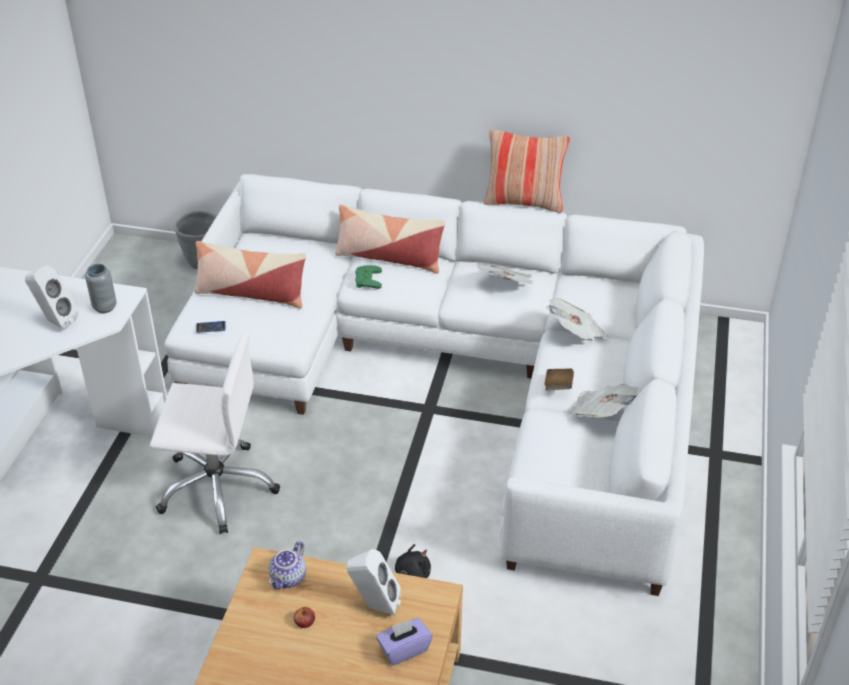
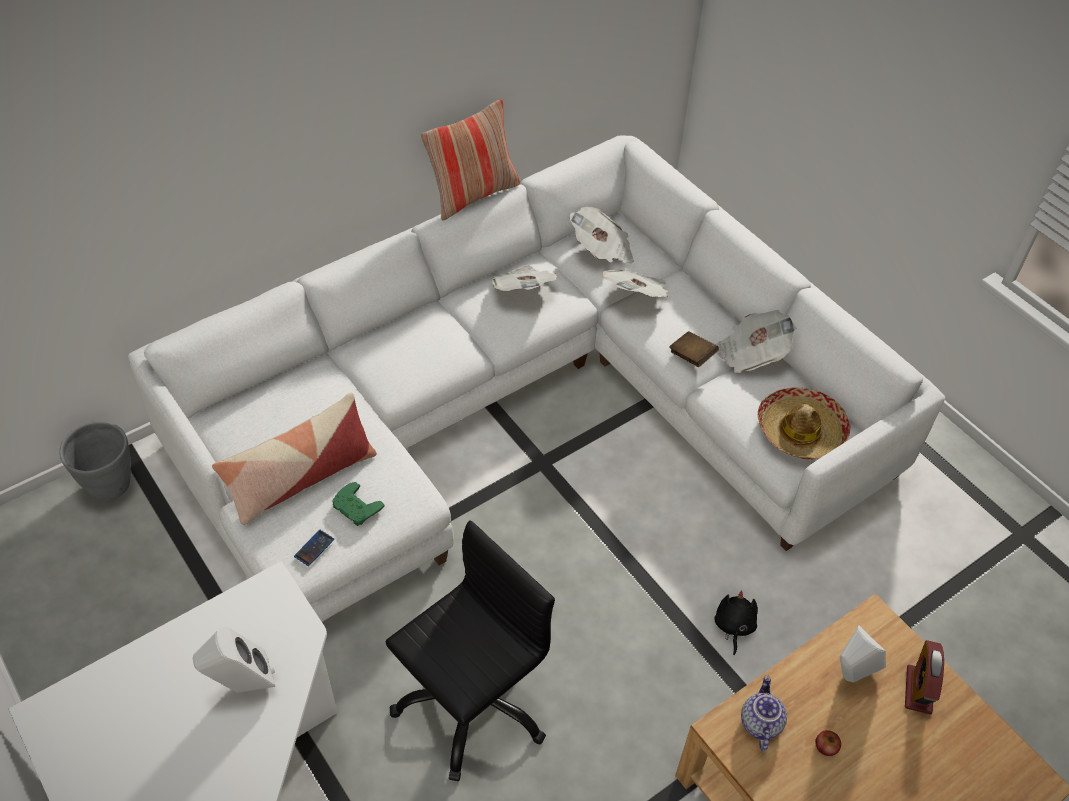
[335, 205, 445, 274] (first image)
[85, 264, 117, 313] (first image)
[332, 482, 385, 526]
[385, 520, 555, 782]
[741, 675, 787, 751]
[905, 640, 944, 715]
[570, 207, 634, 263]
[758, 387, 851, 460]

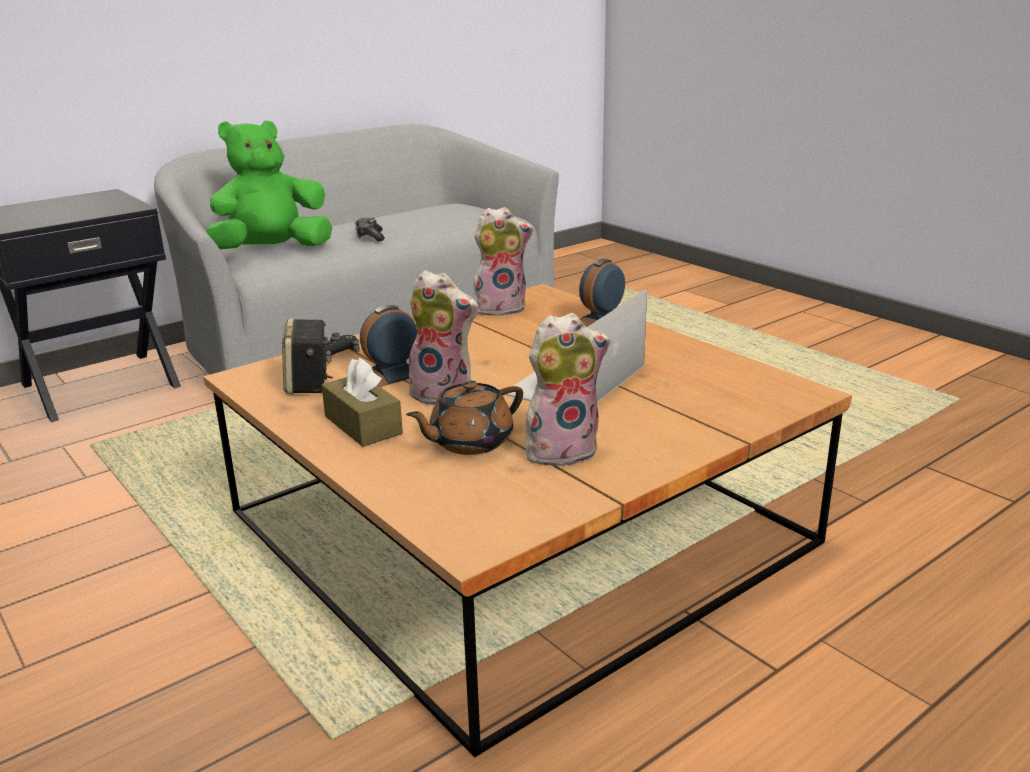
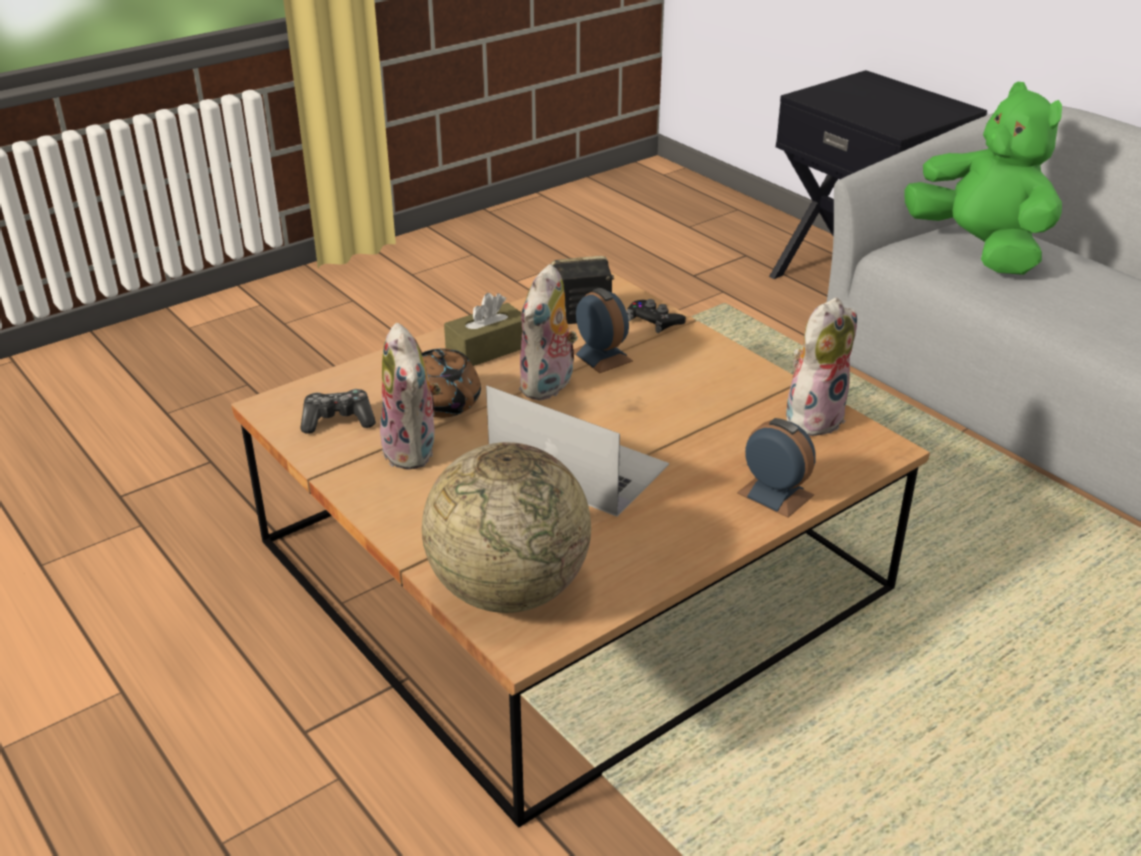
[786, 298, 857, 436]
[300, 389, 376, 434]
[422, 442, 591, 613]

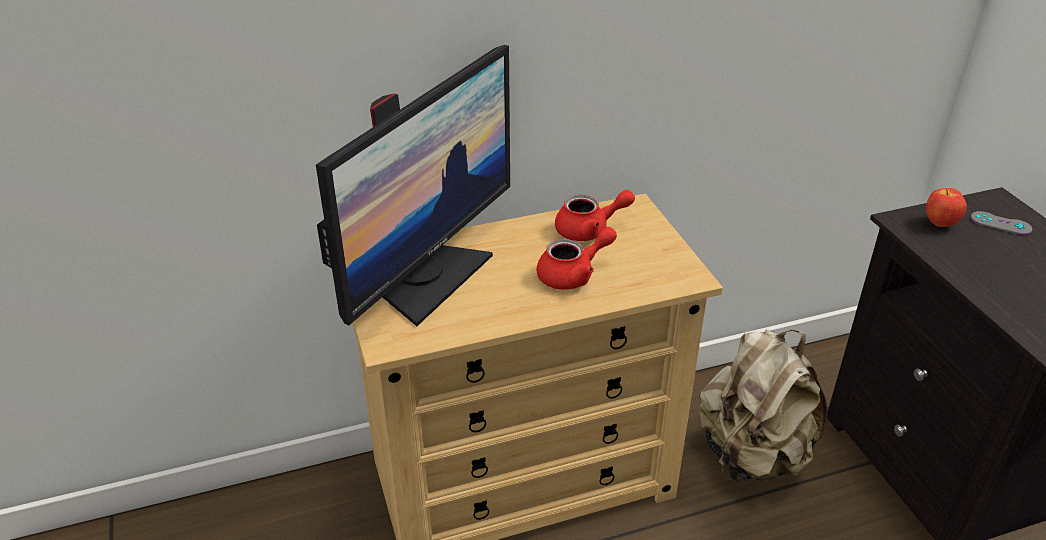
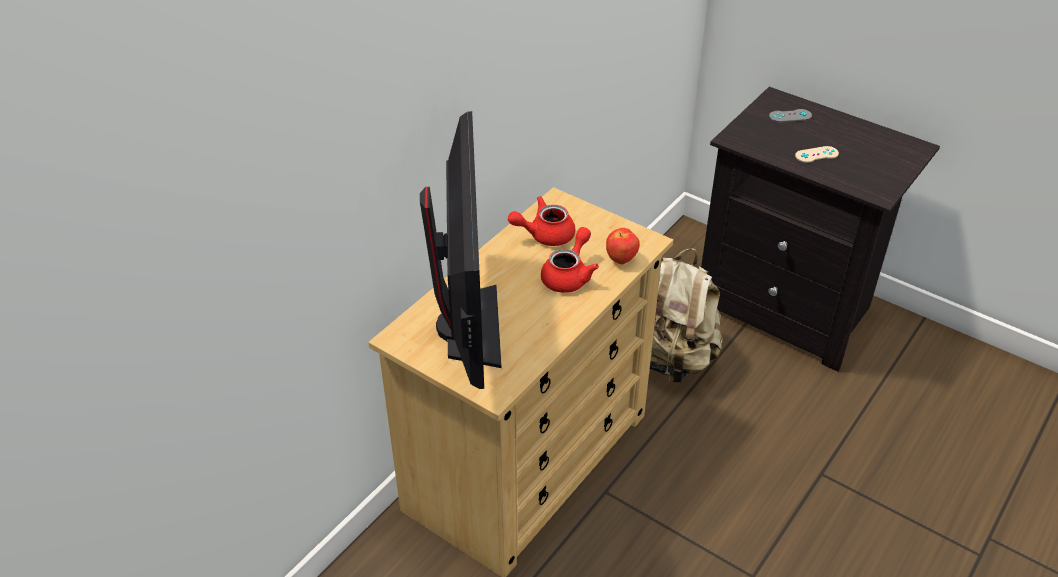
[606, 228, 640, 264]
[508, 196, 575, 246]
[795, 146, 839, 163]

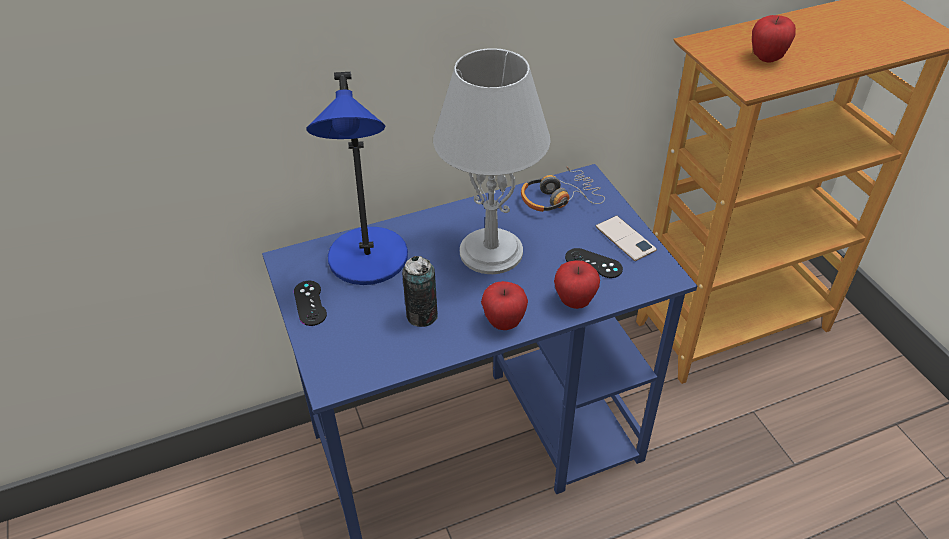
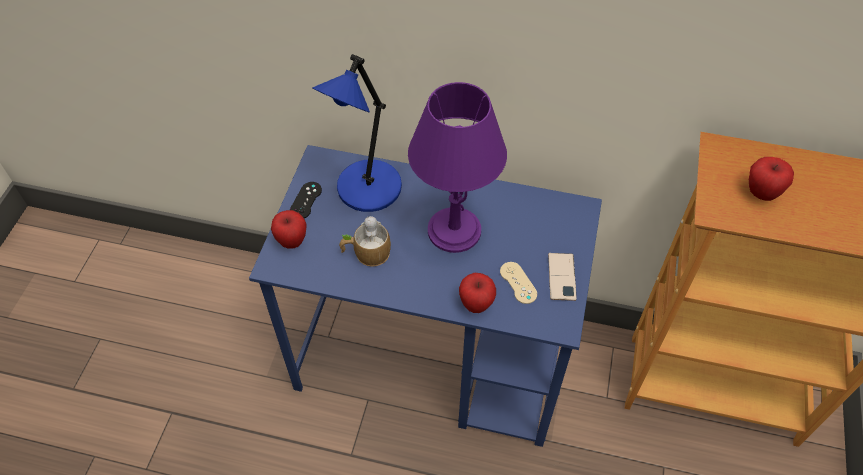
[408, 82, 507, 253]
[521, 166, 605, 212] (first image)
[500, 262, 537, 304]
[339, 216, 391, 266]
[271, 210, 307, 249]

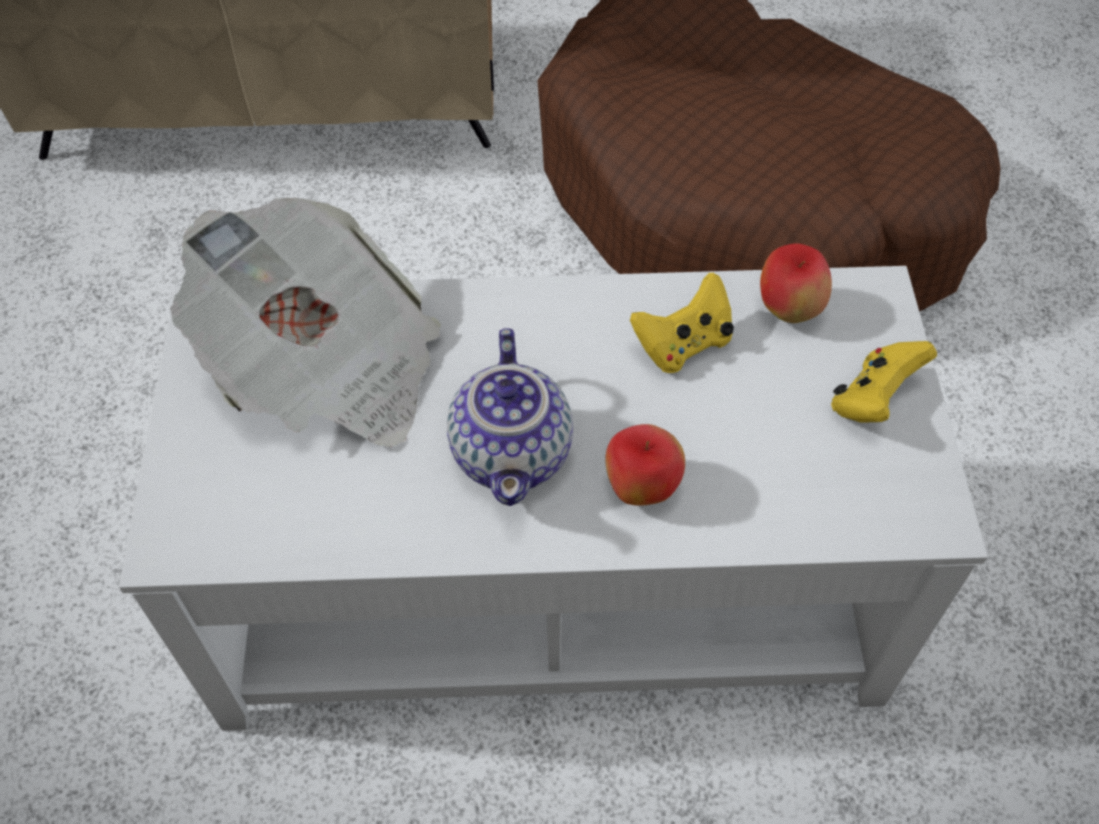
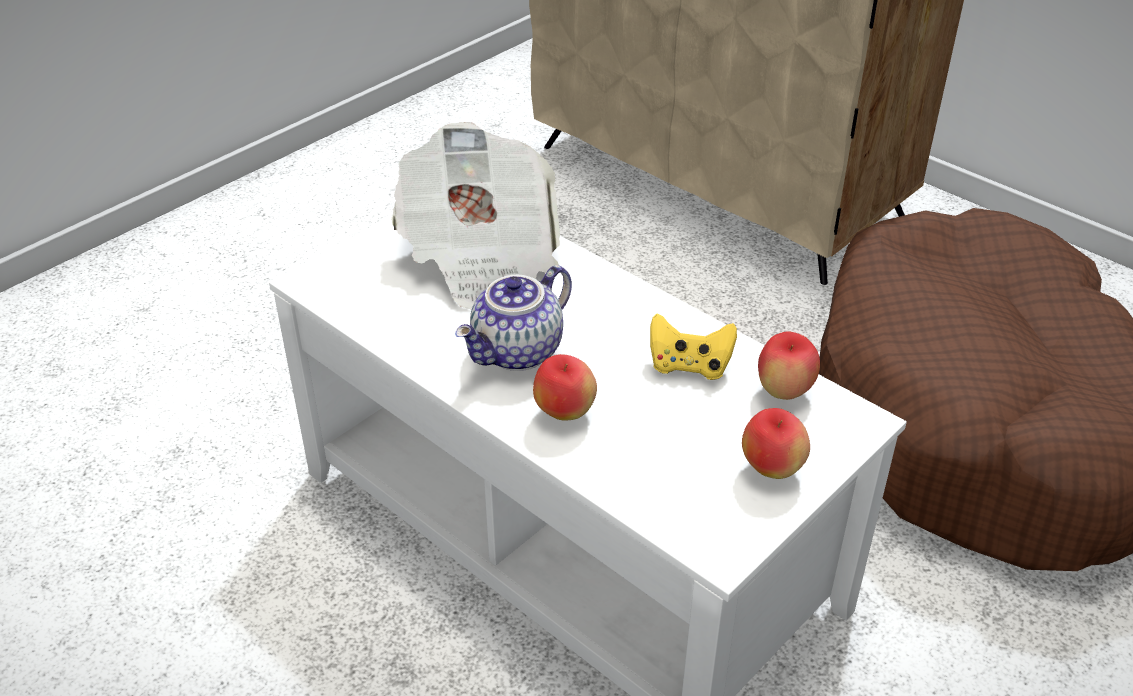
[742, 408, 810, 479]

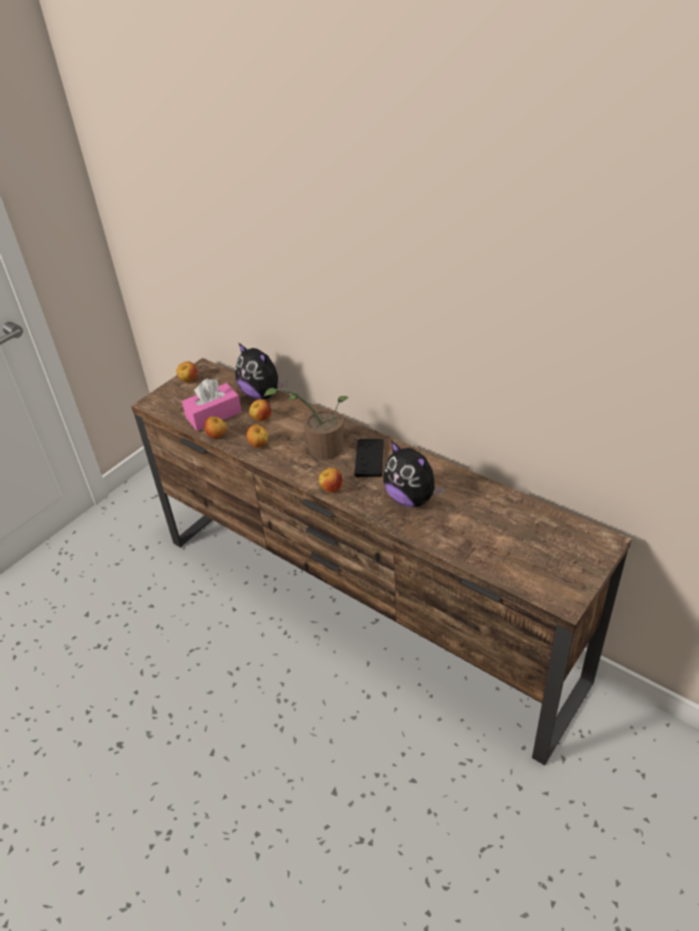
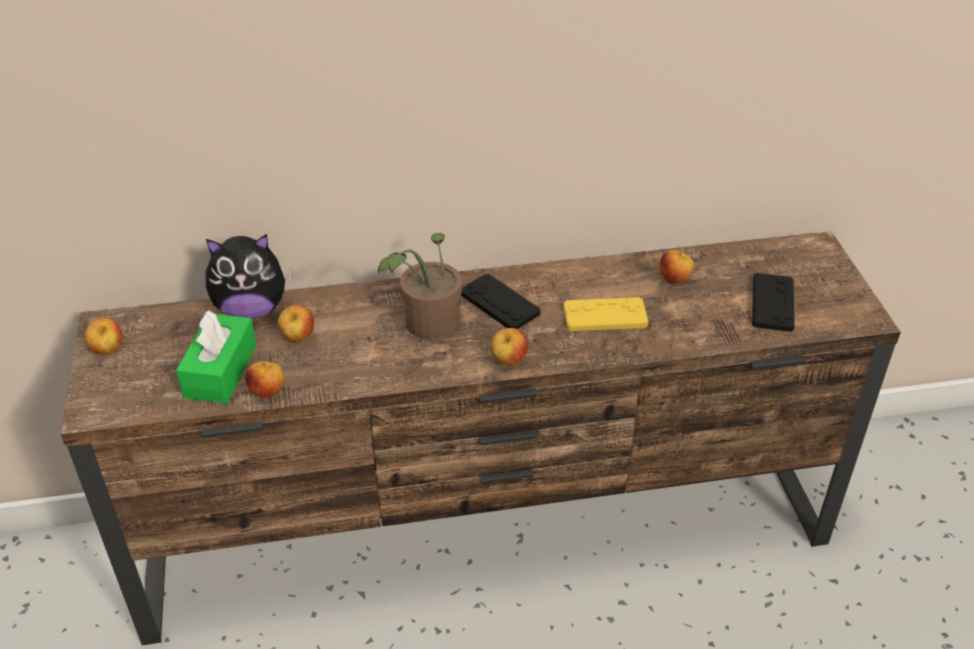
[176, 310, 257, 403]
[660, 250, 694, 284]
[563, 297, 648, 331]
[752, 273, 795, 332]

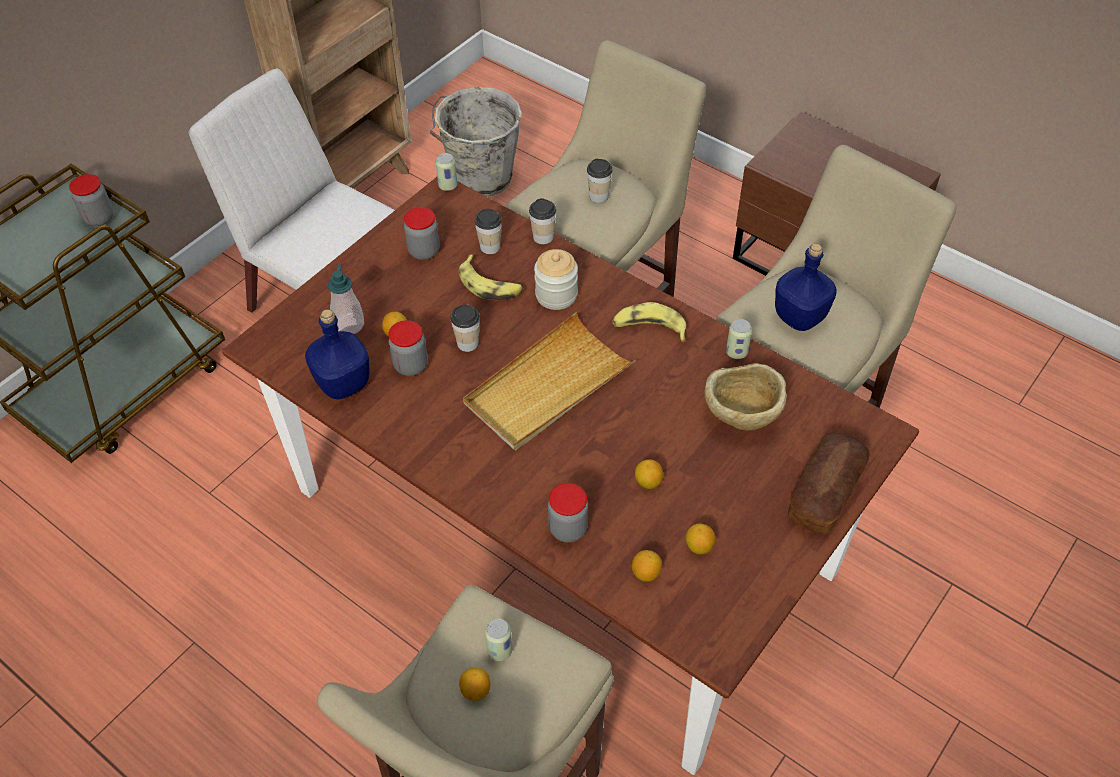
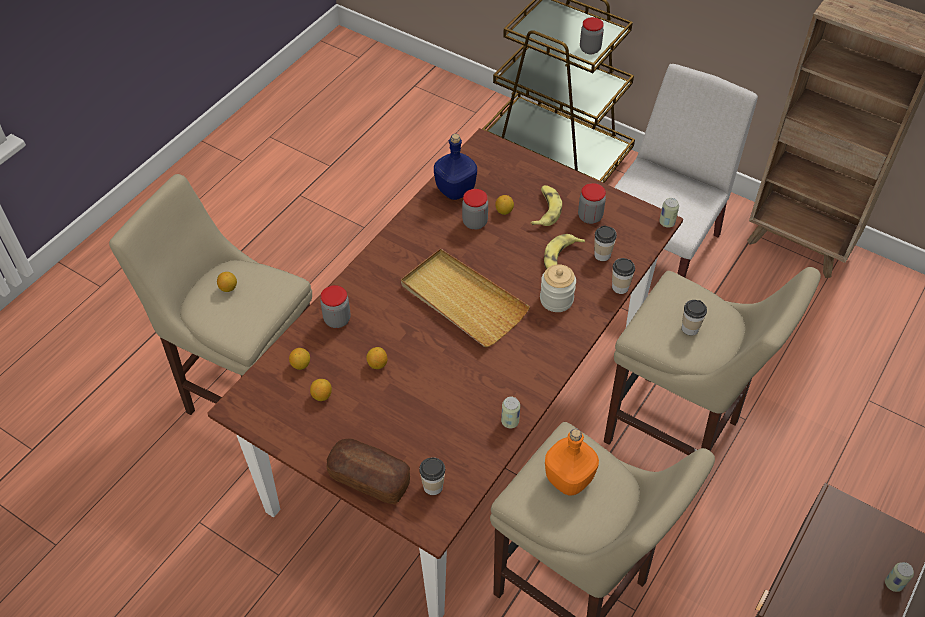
[430, 87, 522, 197] (first image)
[545, 429, 599, 495]
[328, 264, 364, 334] (first image)
[530, 185, 562, 226]
[419, 457, 445, 495]
[704, 363, 787, 430] (first image)
[885, 562, 914, 592]

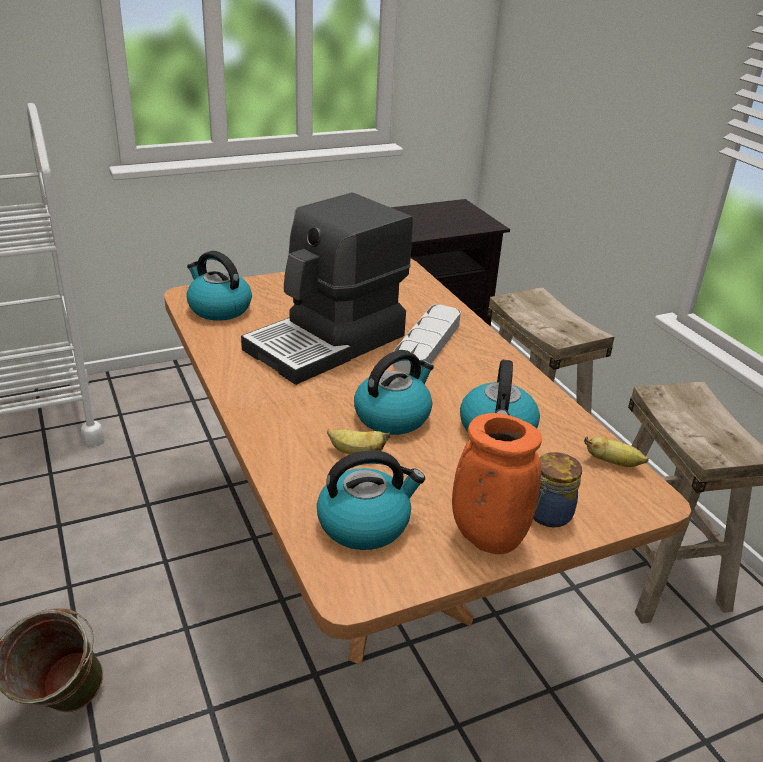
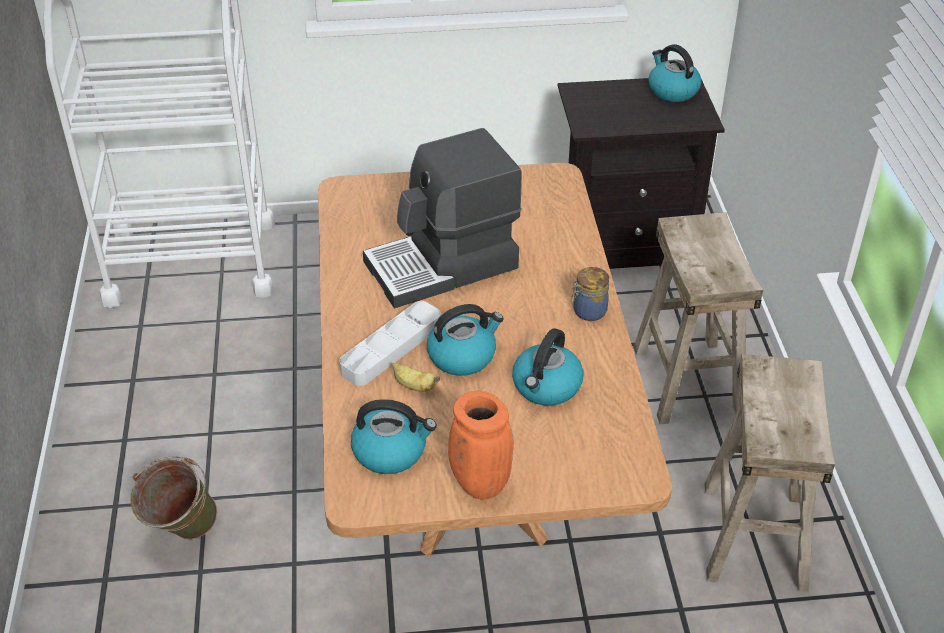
[649, 44, 701, 102]
[339, 301, 441, 386]
[584, 436, 649, 467] (first image)
[571, 267, 609, 321]

